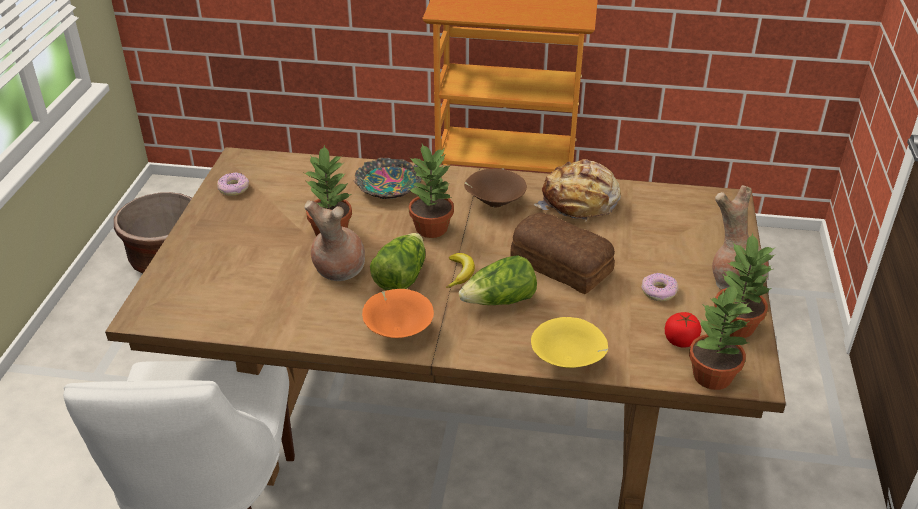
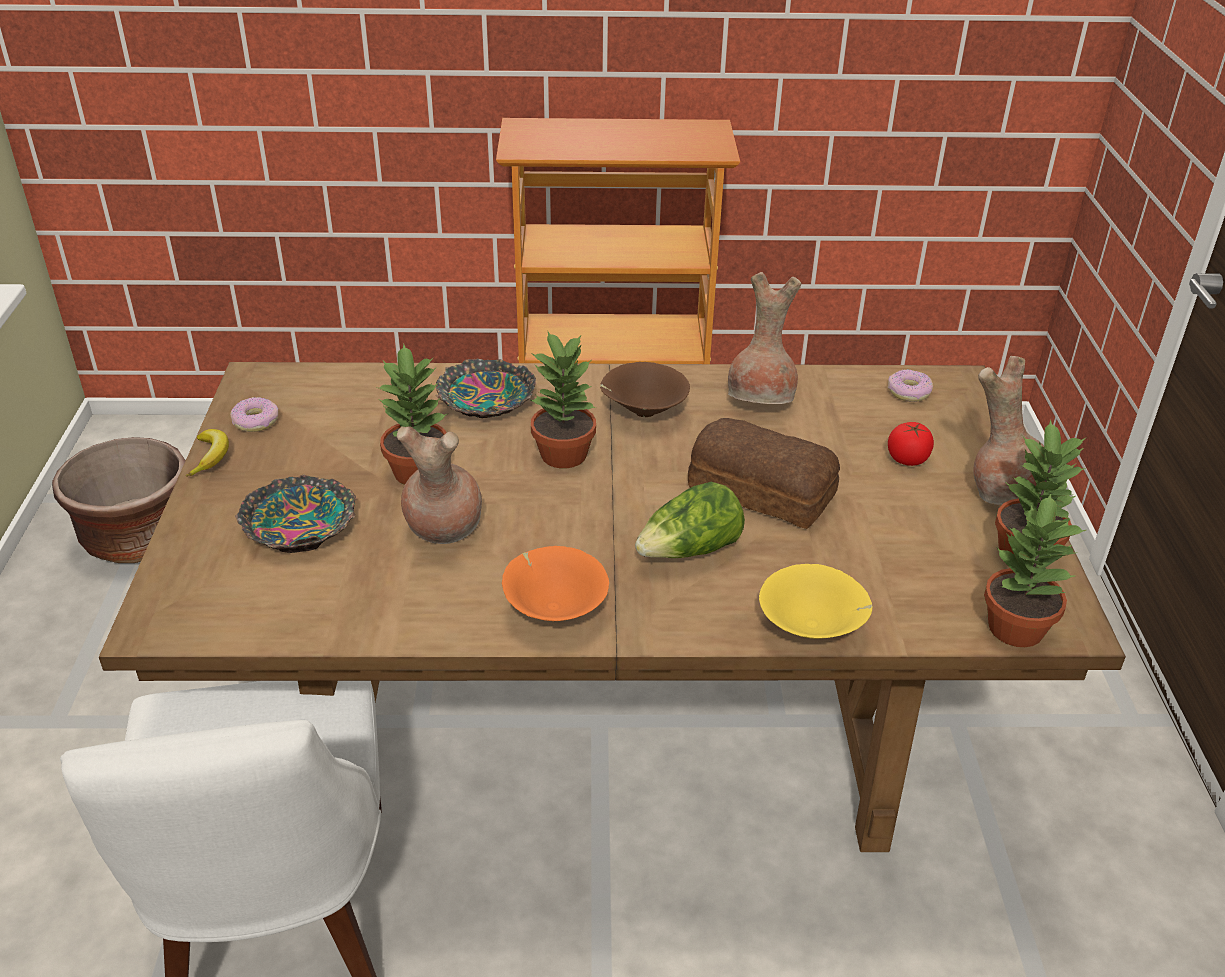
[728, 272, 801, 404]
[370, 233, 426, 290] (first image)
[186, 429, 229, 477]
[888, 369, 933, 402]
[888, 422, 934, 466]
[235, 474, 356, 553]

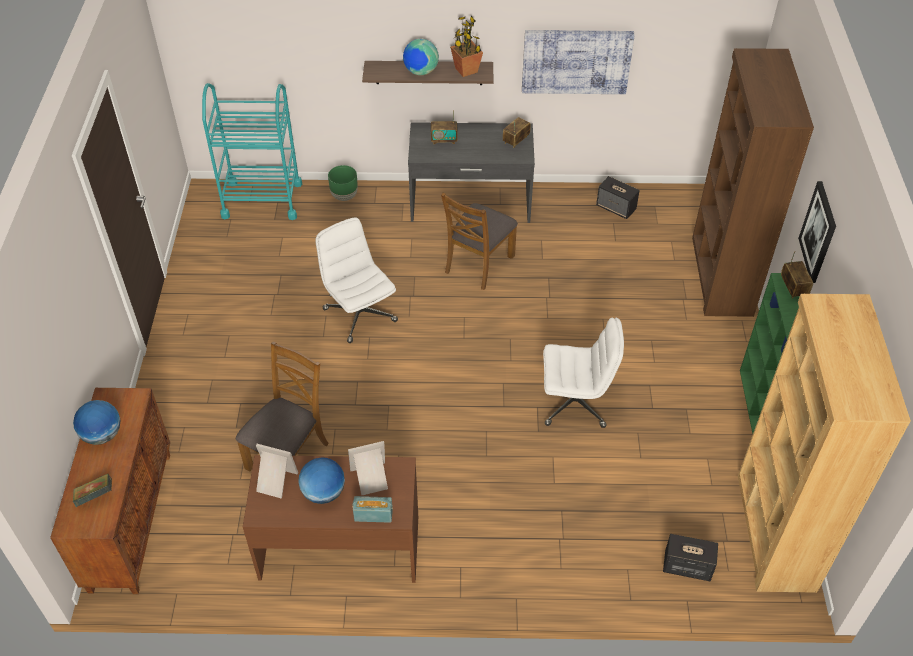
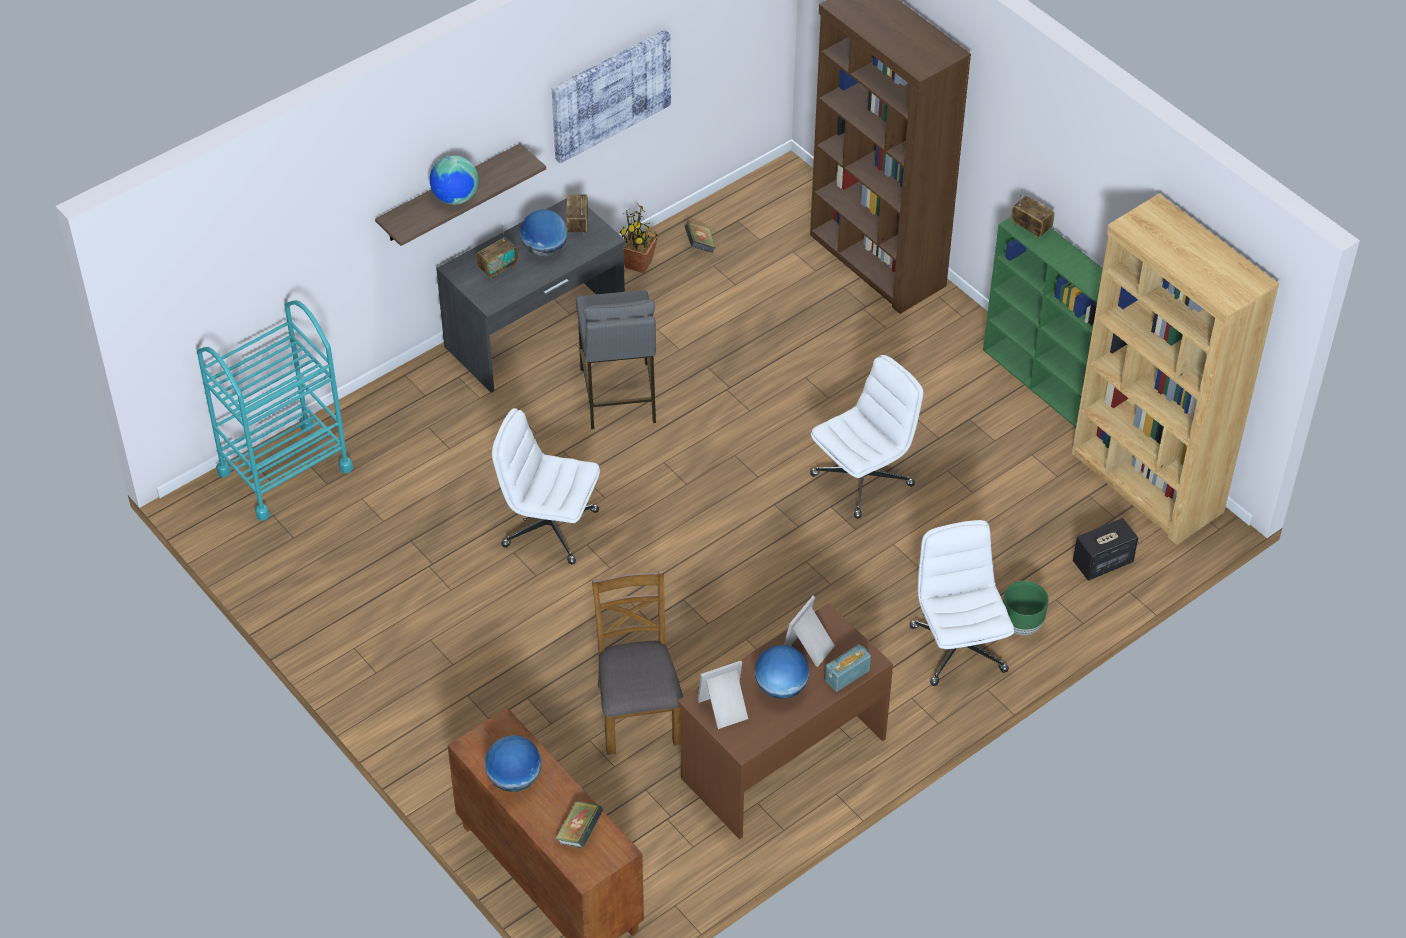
[619, 205, 658, 273]
[1003, 581, 1049, 636]
[685, 222, 716, 253]
[798, 181, 836, 283] (first image)
[576, 290, 656, 429]
[520, 209, 567, 256]
[910, 520, 1014, 686]

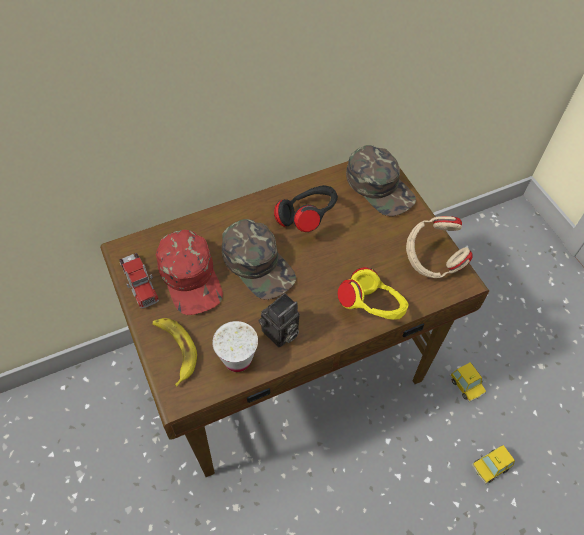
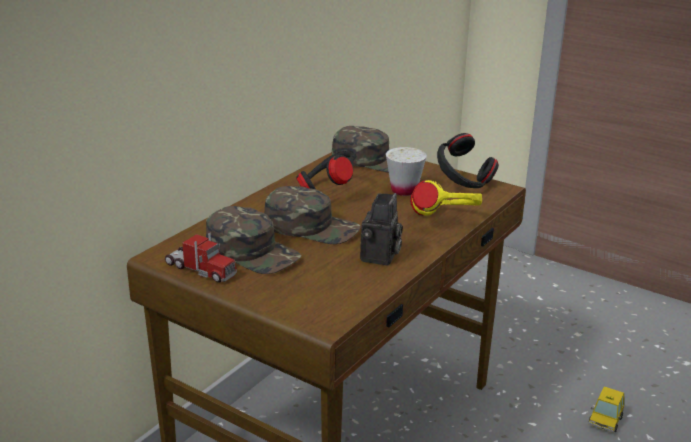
[437, 133, 499, 188]
[206, 206, 302, 274]
[153, 318, 197, 386] (first image)
[386, 147, 427, 196]
[450, 362, 486, 402] (first image)

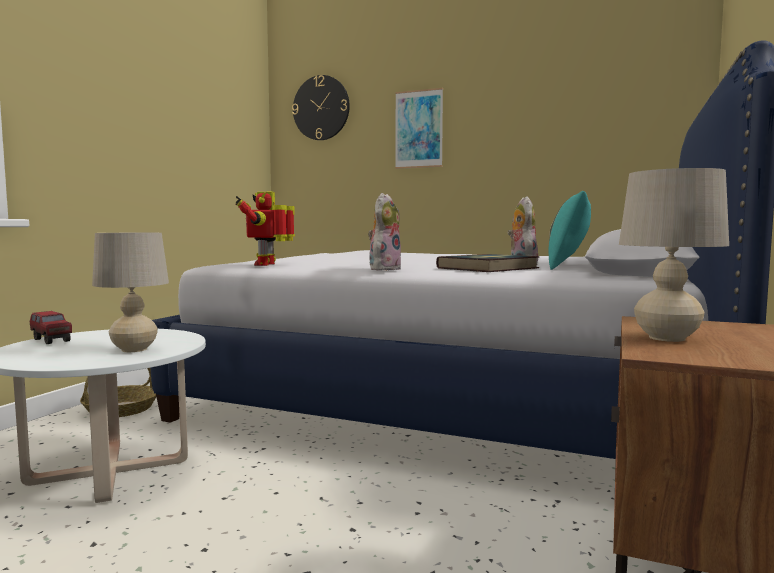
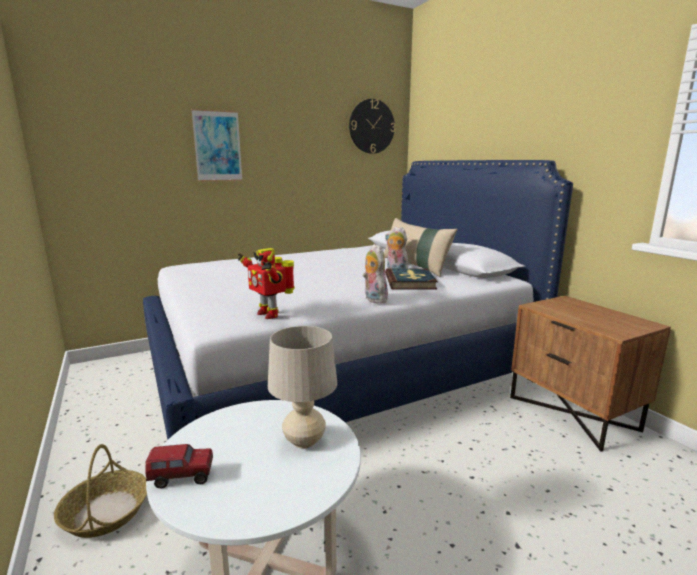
[349, 99, 395, 154]
[619, 168, 729, 342] (first image)
[384, 218, 457, 277]

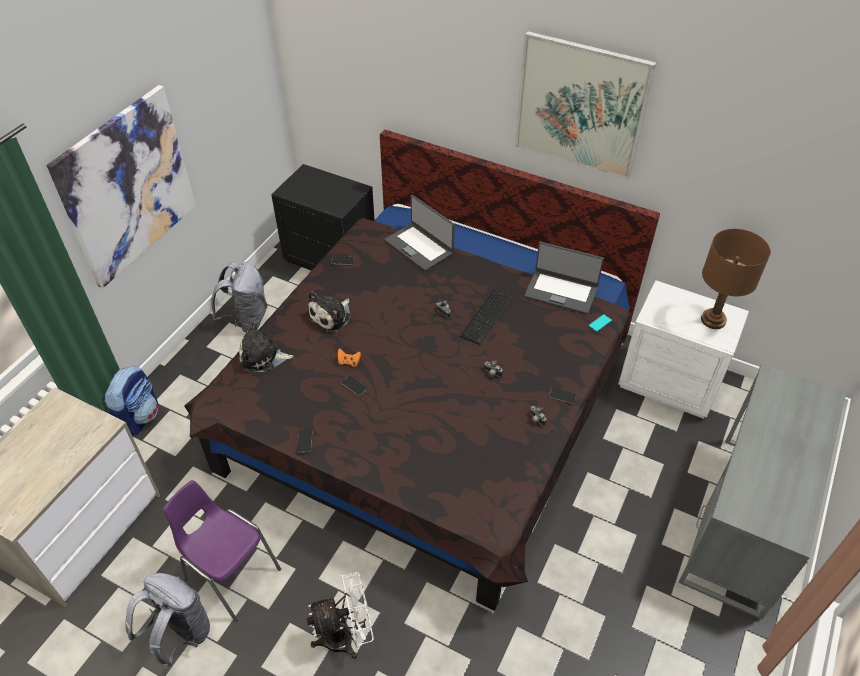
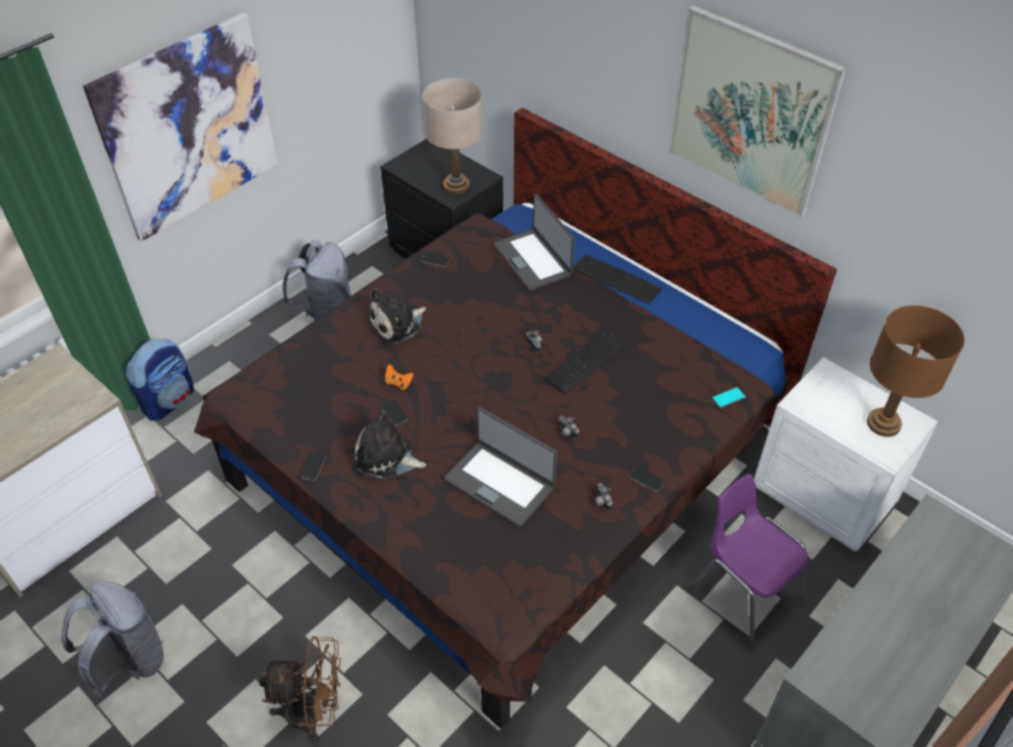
[444, 406, 557, 527]
[354, 410, 426, 479]
[688, 473, 809, 651]
[259, 636, 341, 742]
[423, 78, 483, 194]
[573, 254, 663, 304]

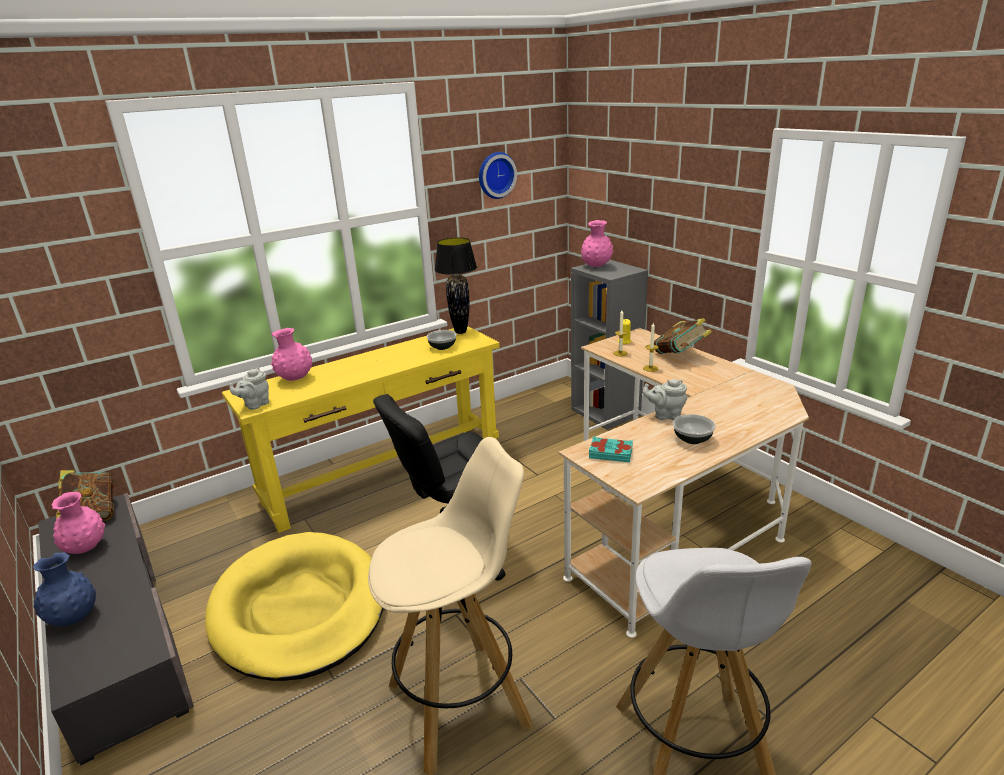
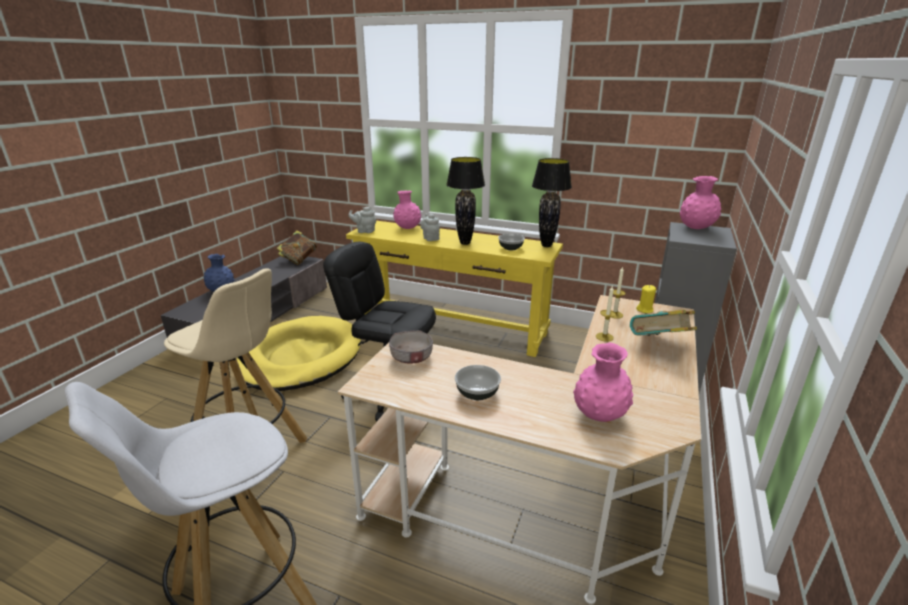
[479, 152, 517, 199] (first image)
[420, 213, 440, 241]
[389, 330, 433, 364]
[573, 342, 633, 422]
[446, 157, 485, 245]

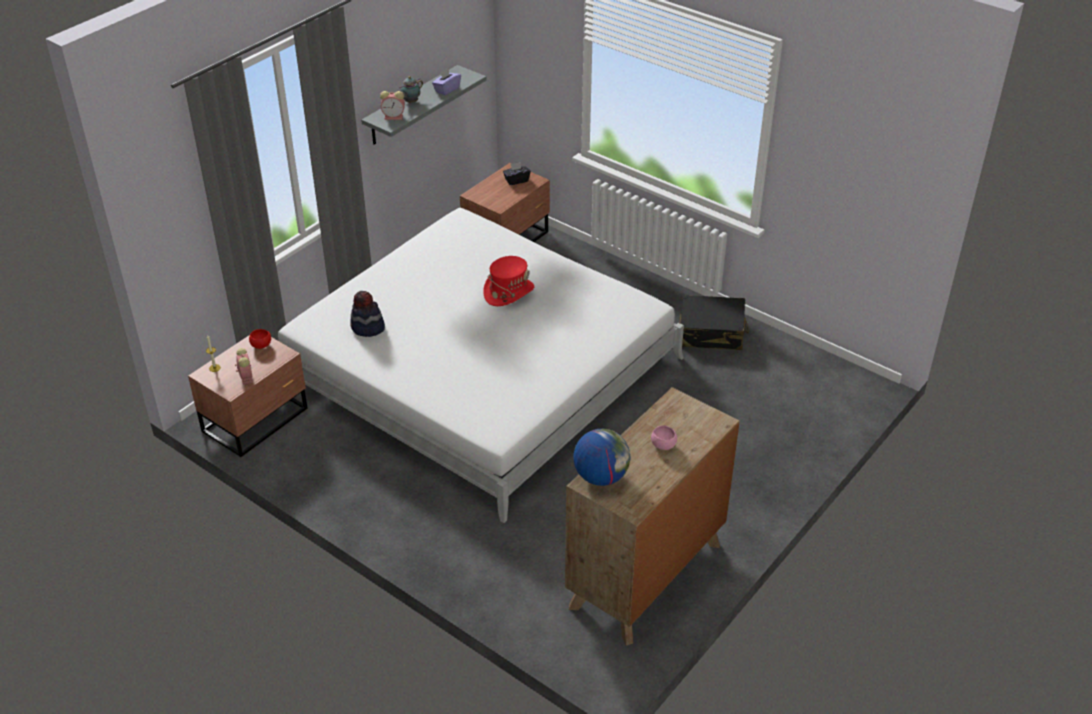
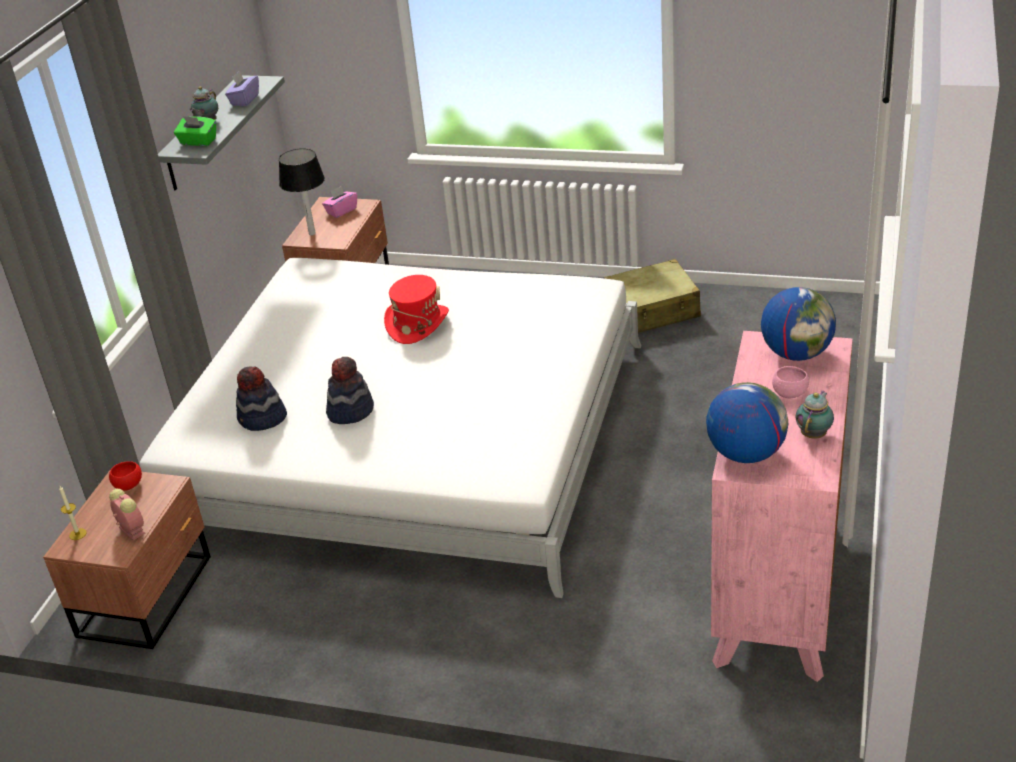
[174, 116, 216, 146]
[322, 186, 357, 218]
[604, 259, 701, 333]
[711, 331, 852, 682]
[279, 148, 325, 236]
[761, 287, 836, 361]
[326, 357, 374, 424]
[795, 390, 834, 439]

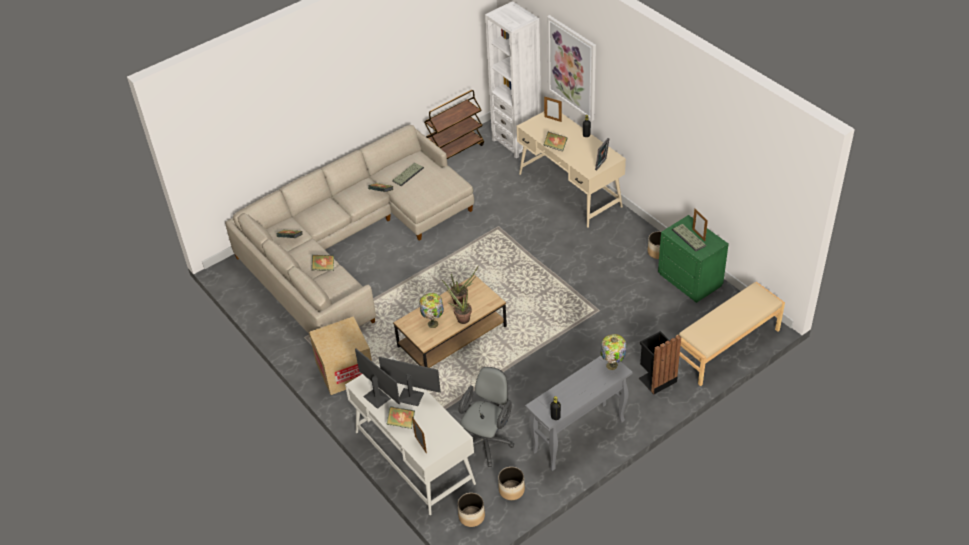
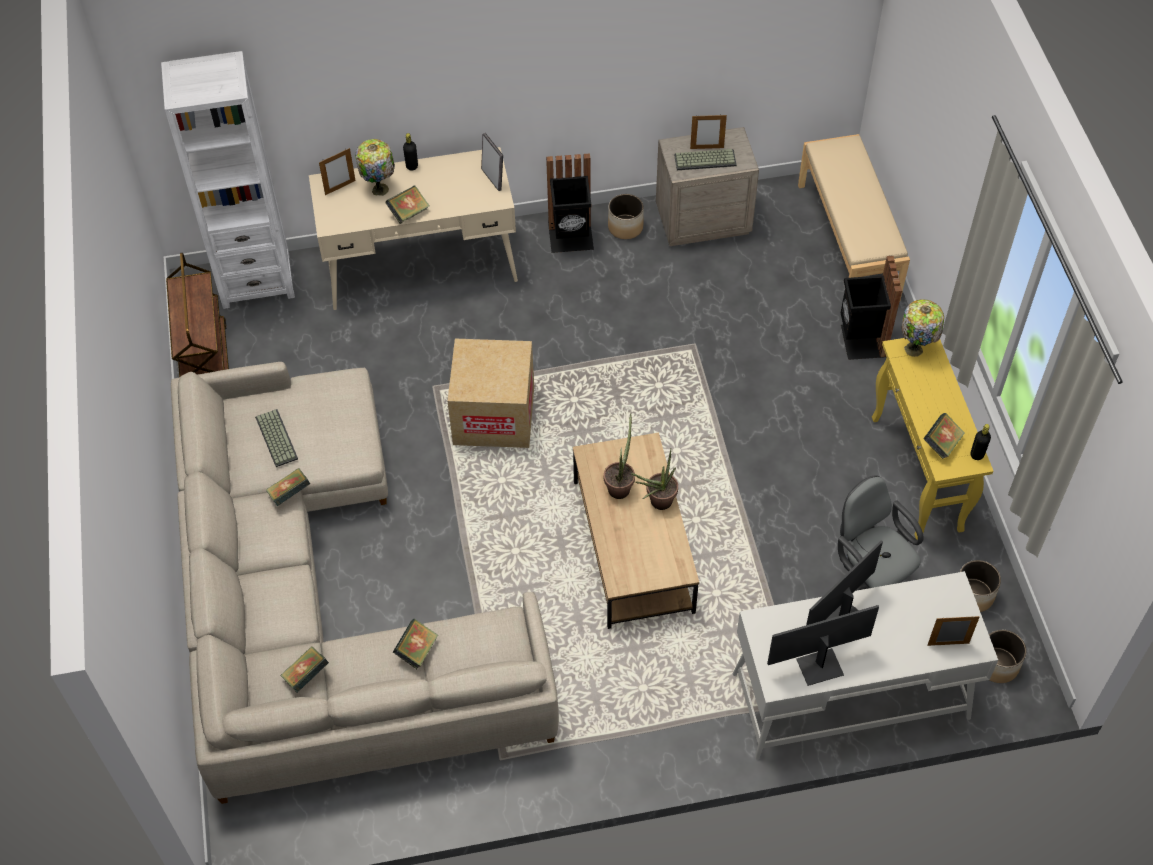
[547, 15, 596, 121] (first image)
[656, 127, 759, 246]
[355, 139, 395, 196]
[447, 339, 534, 448]
[872, 338, 993, 540]
[923, 413, 965, 459]
[546, 153, 594, 253]

